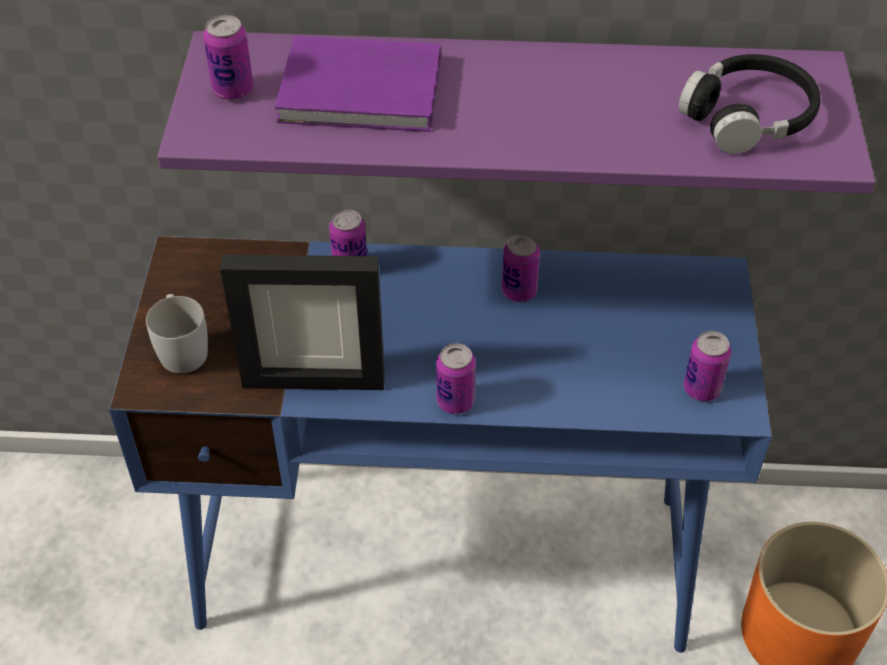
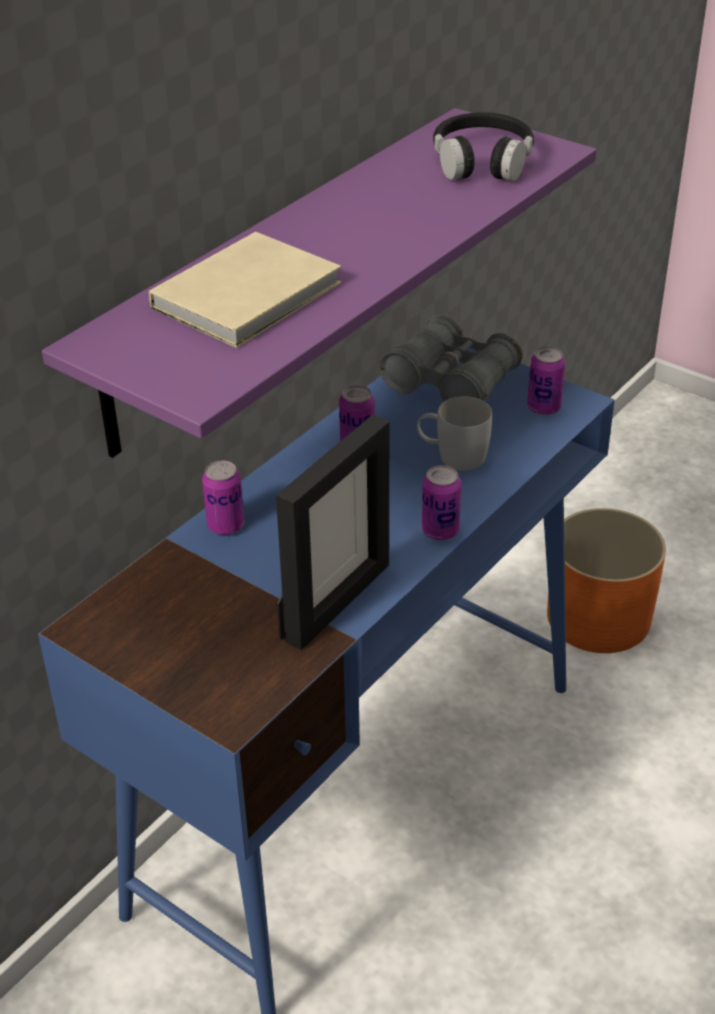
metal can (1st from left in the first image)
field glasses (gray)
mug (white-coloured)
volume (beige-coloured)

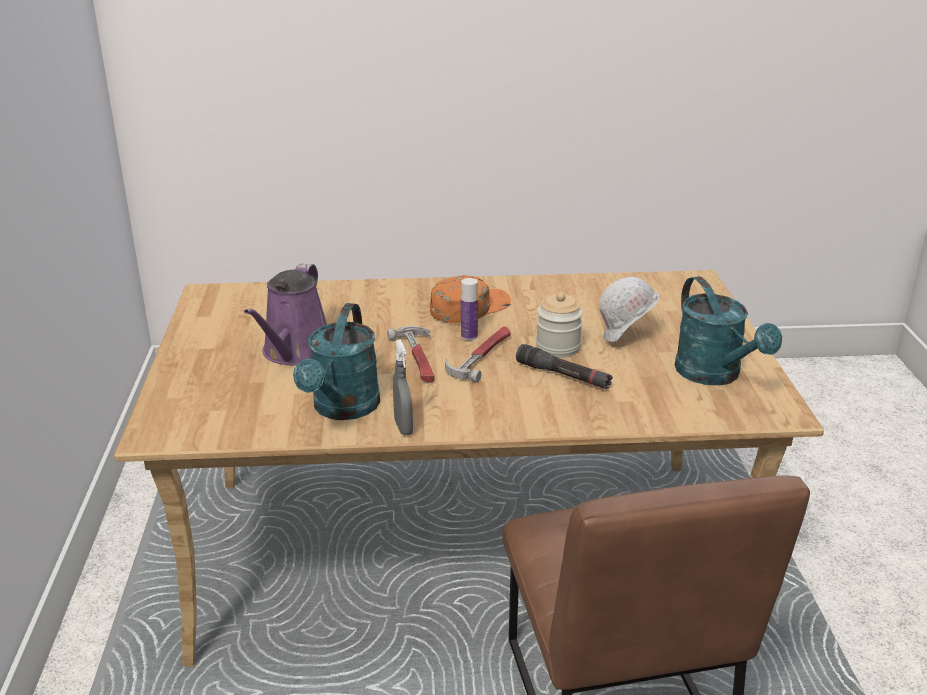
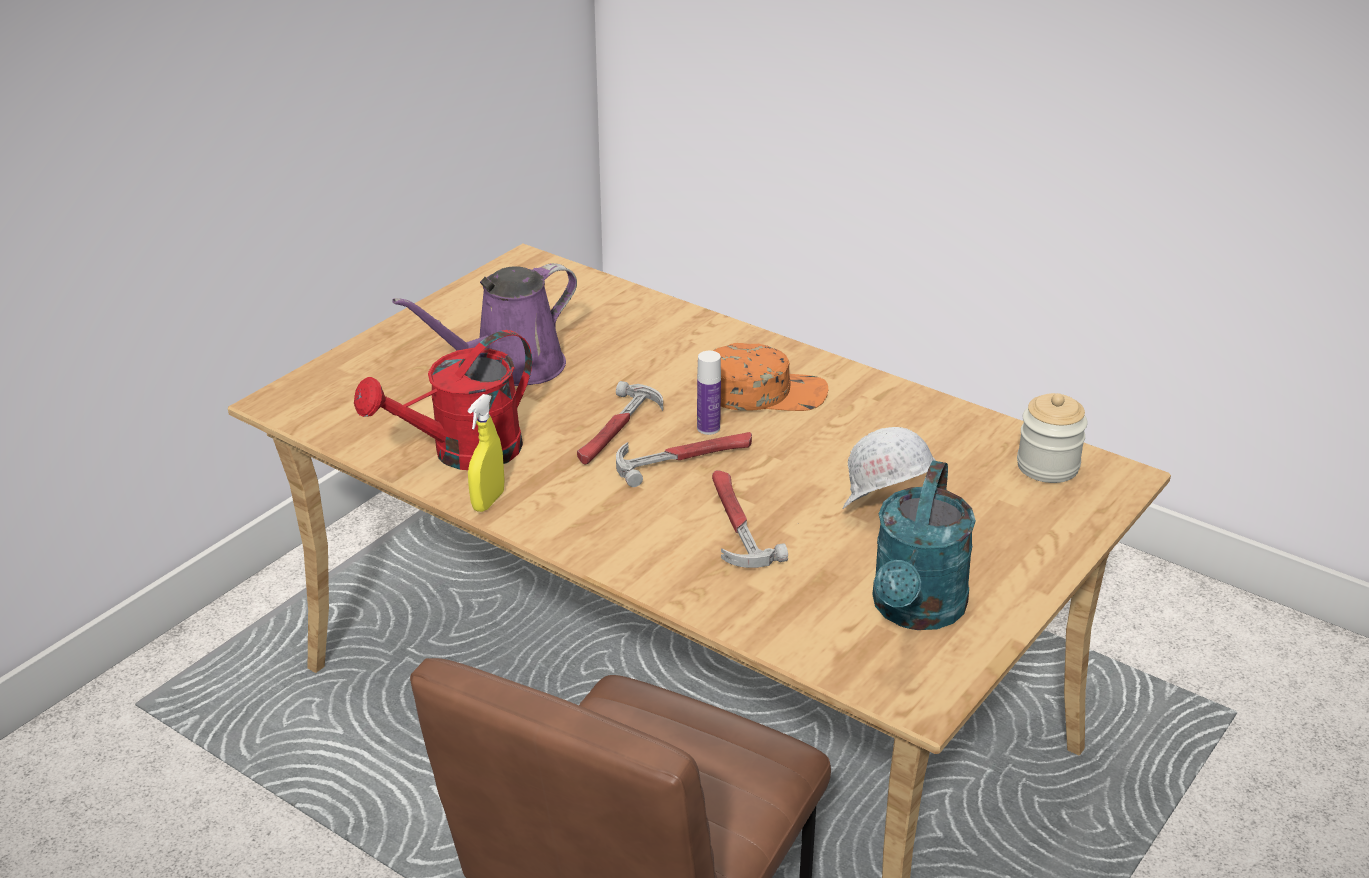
preserve jar
tool hammer (3rd from left)
watering pot (red)
spray bottle (yellow-coloured)

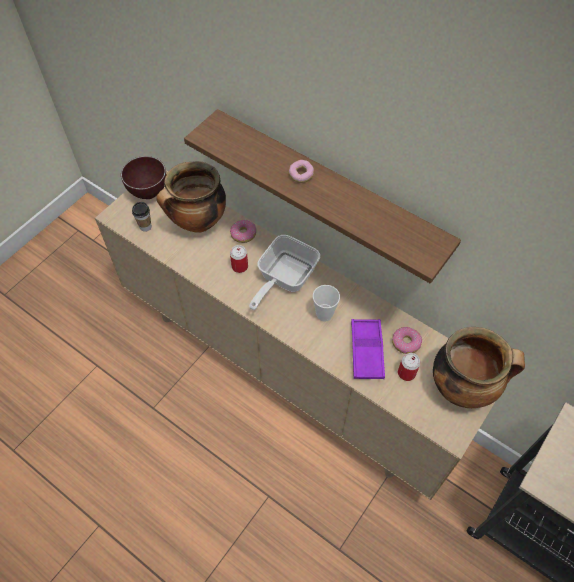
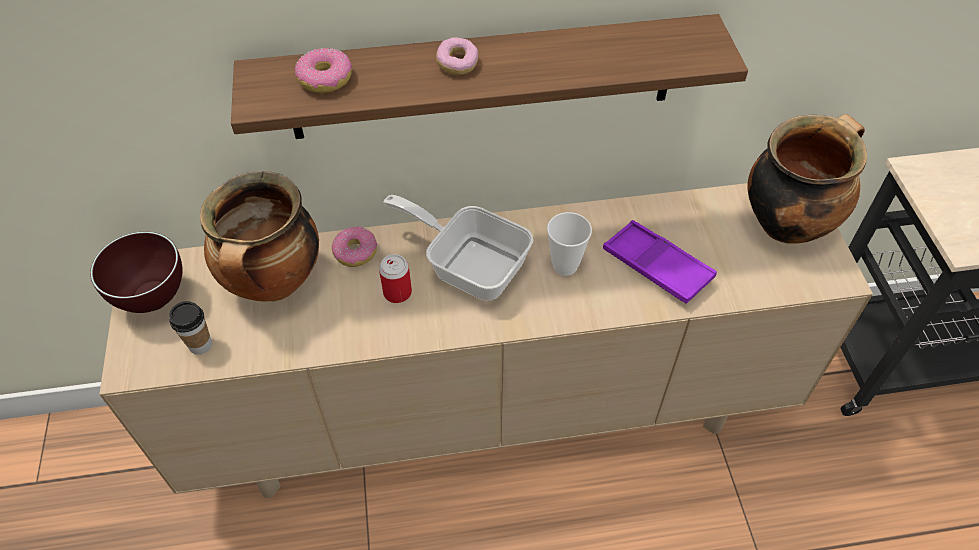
metal can (2nd from left in the first image)
doughnut (1st from left)
skillet

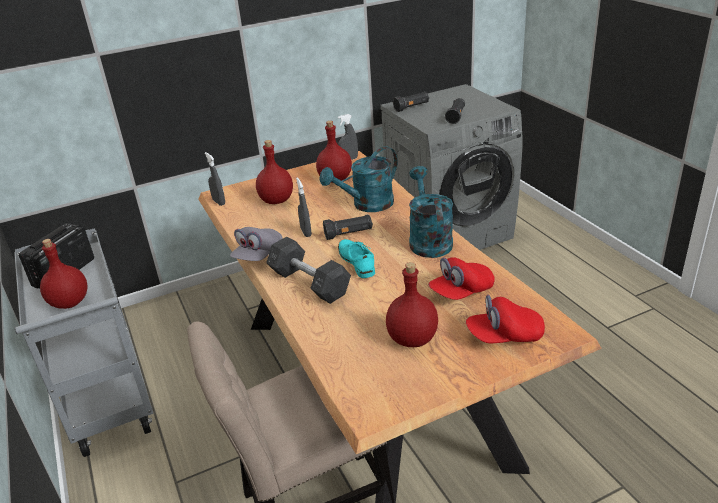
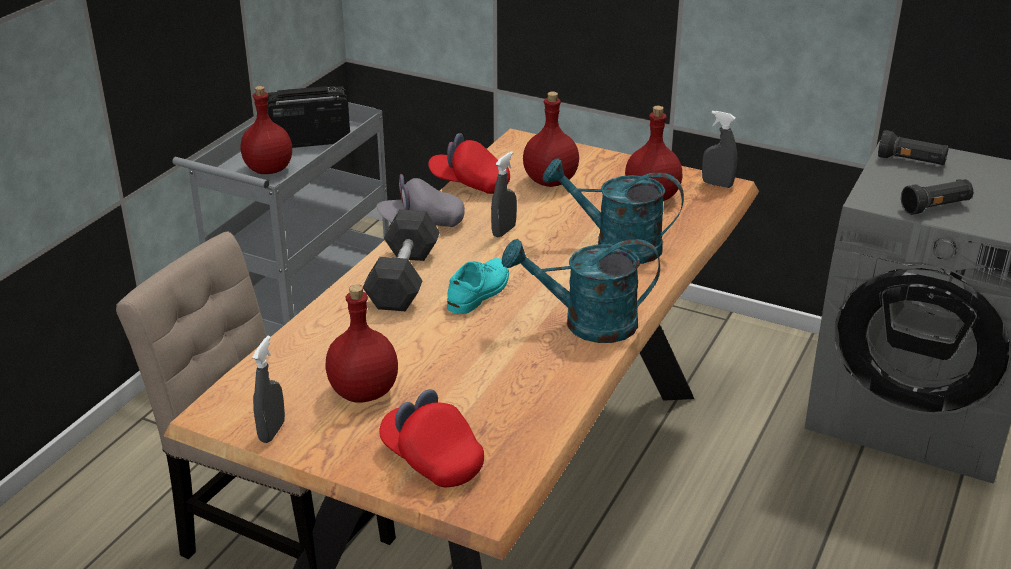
torch (black-coloured) (1st from left in the first image)
spray bottle (gray) (1st from left)
peaked cap (red) (2nd from left)
watering pot (turquoise-coloured) (1st from left)

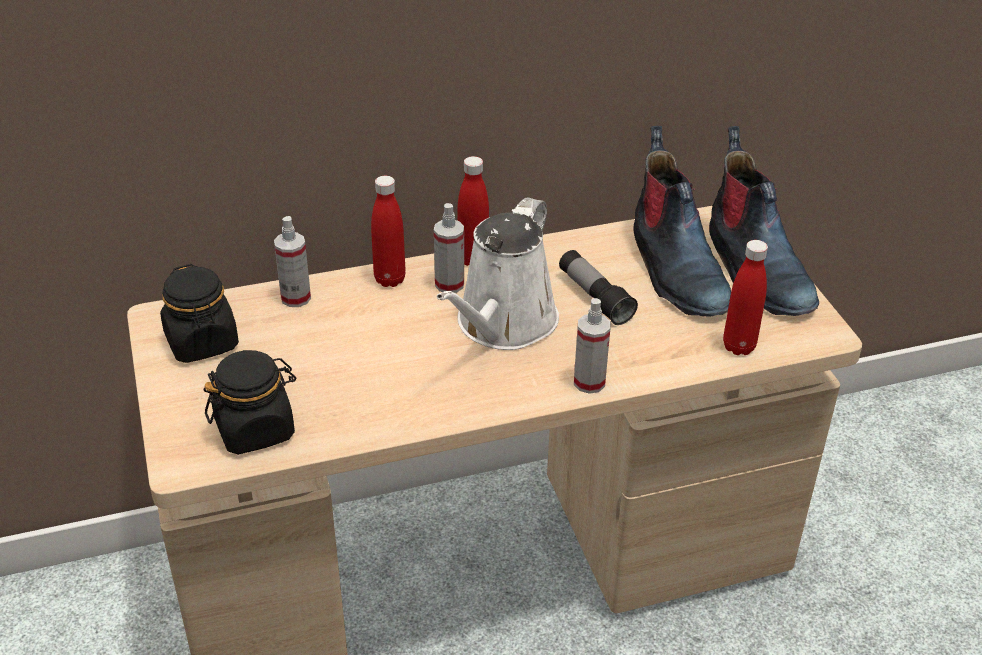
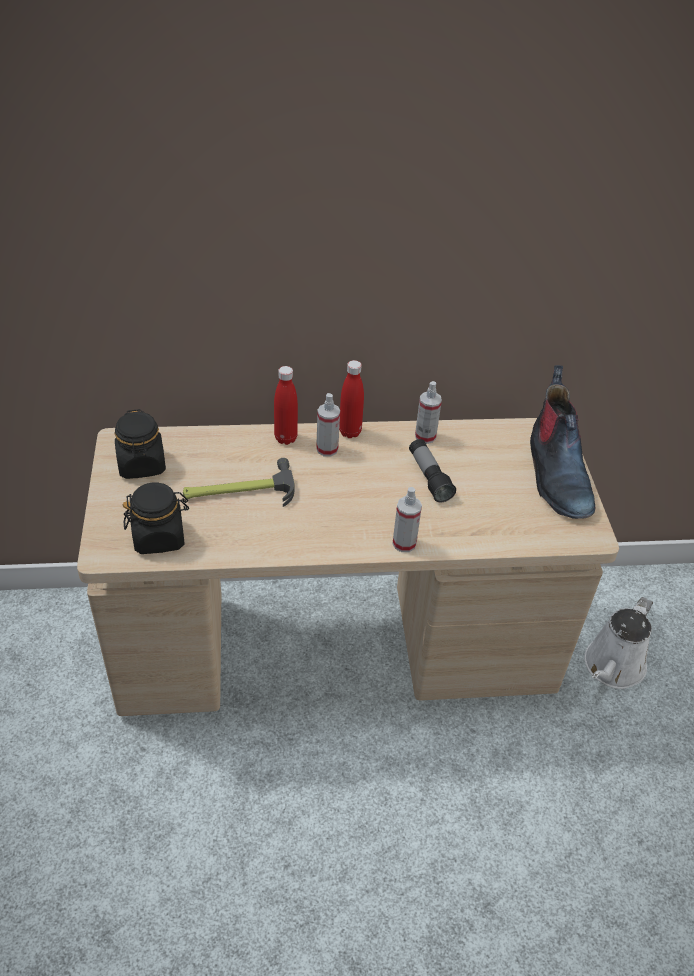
boot (1st from left in the first image)
bottle (red) (3rd from left in the first image)
tool hammer
spray bottle (3rd from left)
watering pot (white-coloured)

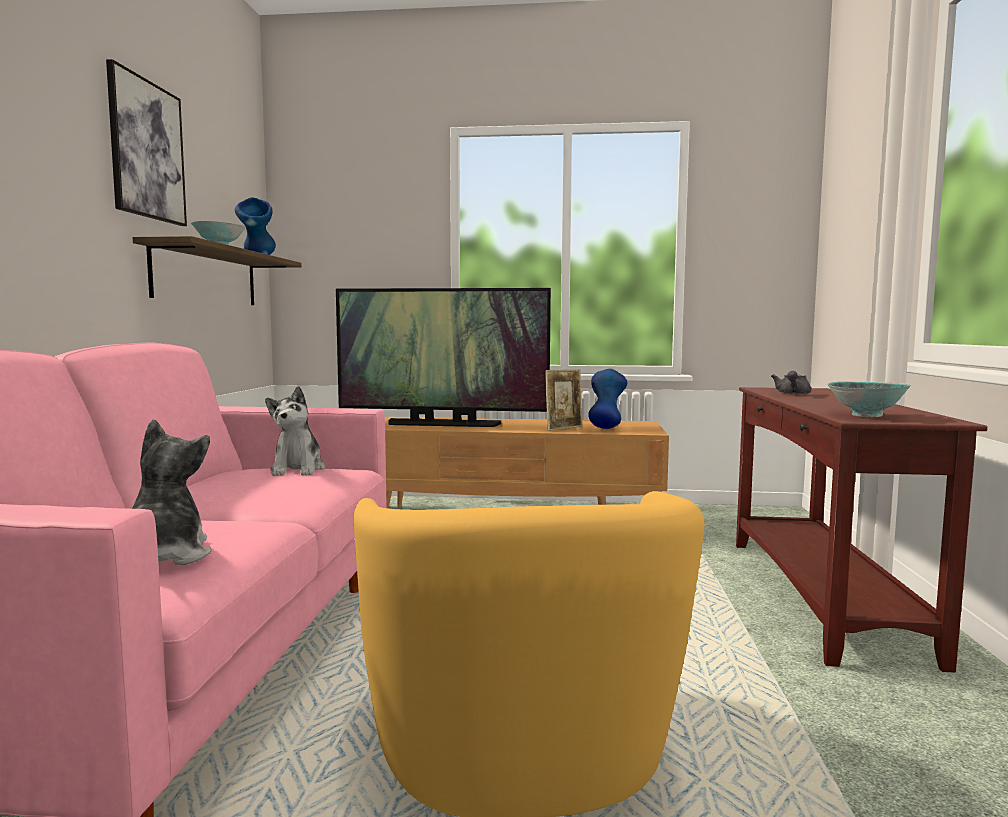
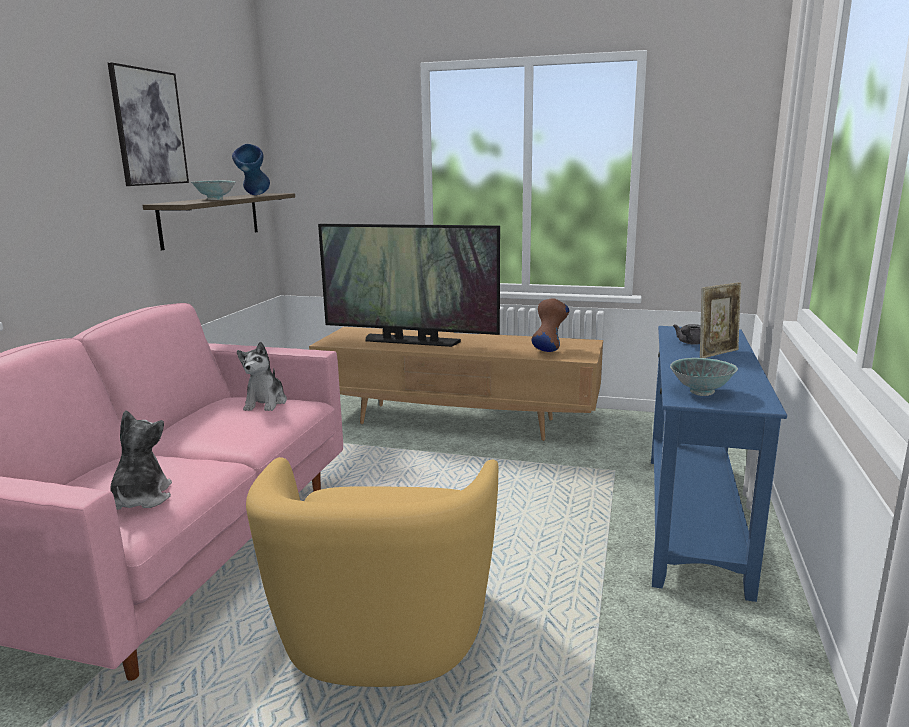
photo frame
vase (brown-coloured)
narrow table (blue-coloured)

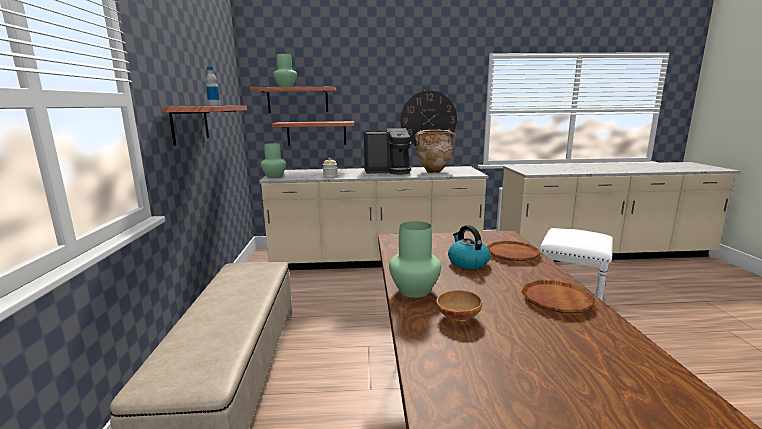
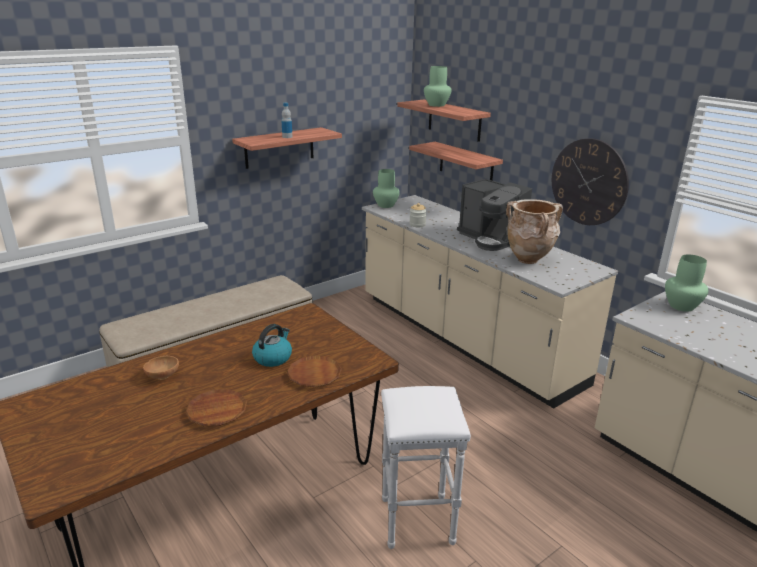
vase (green-coloured) (3rd from left)

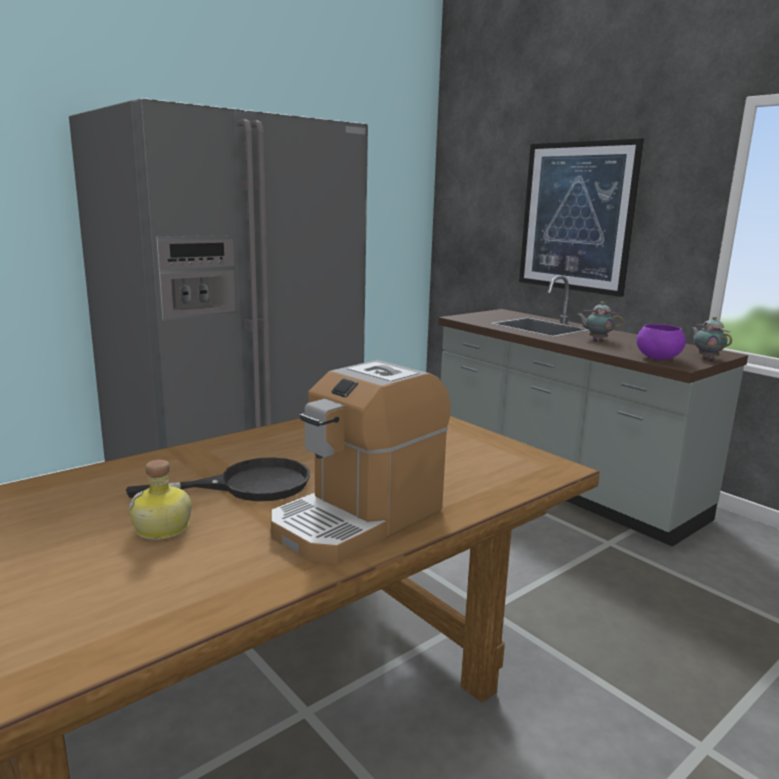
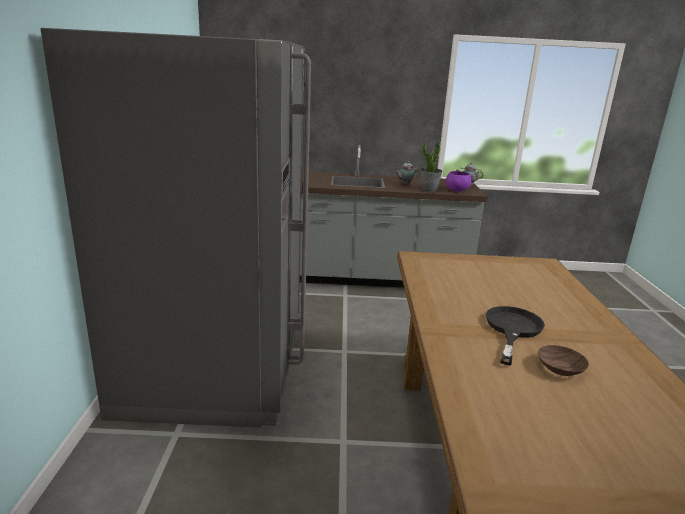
coffee machine
wall art
potted plant
serving bowl (brown-coloured)

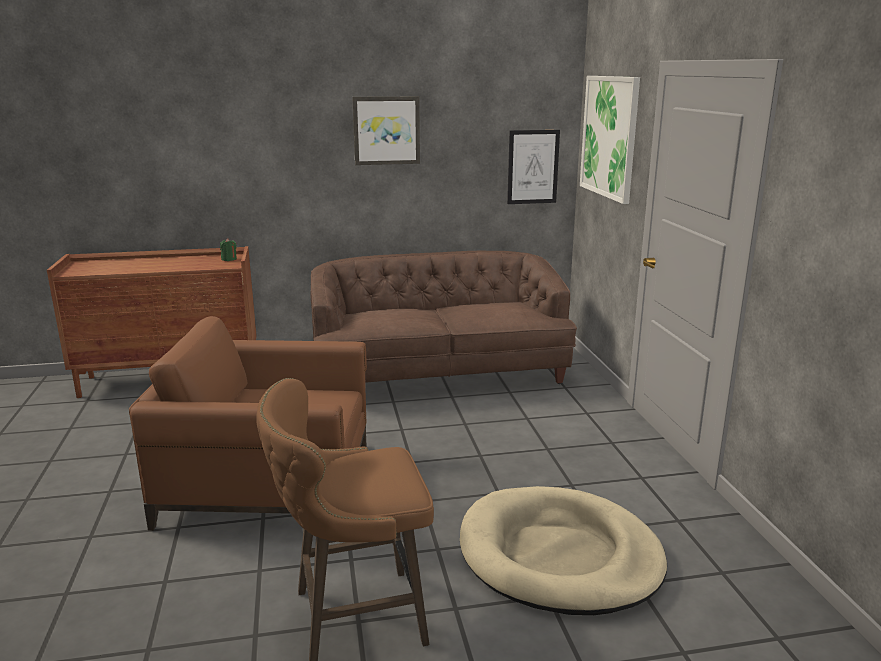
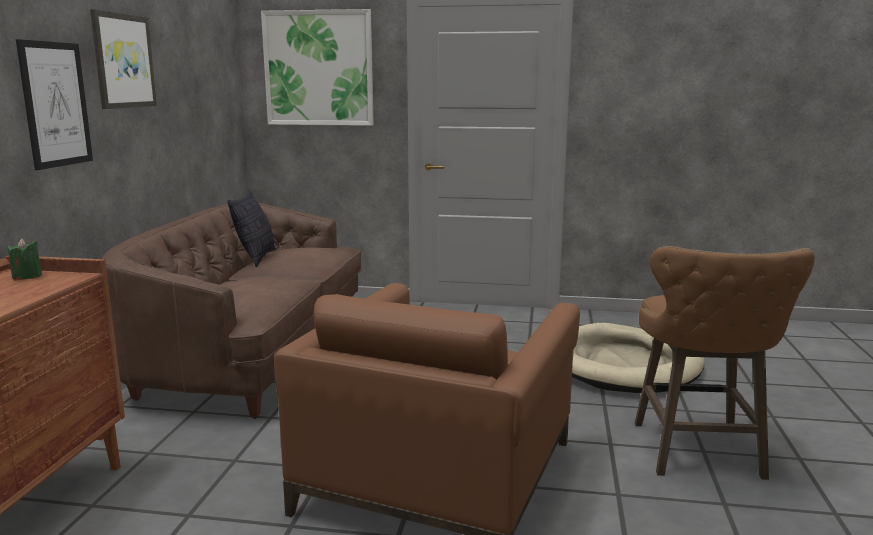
throw pillow
wall art (1st from left)

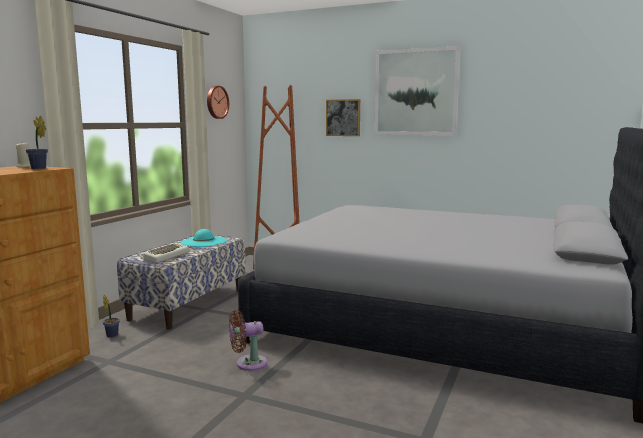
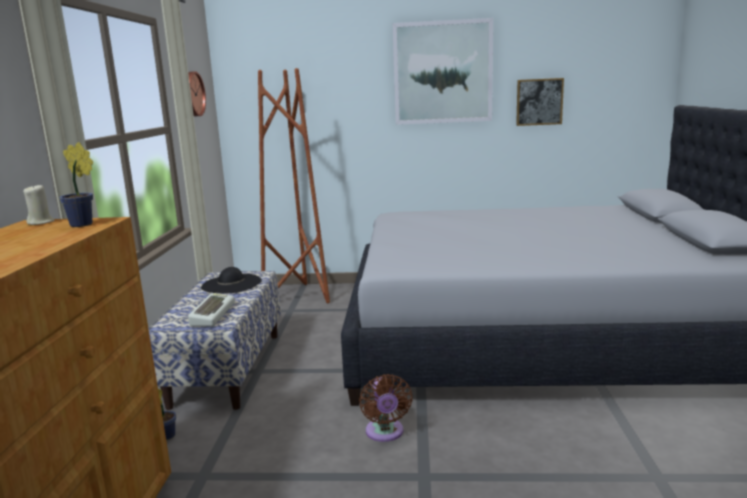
wall art (2nd from left)
wearable hat (black-coloured)
cooling fan (brown-coloured)

